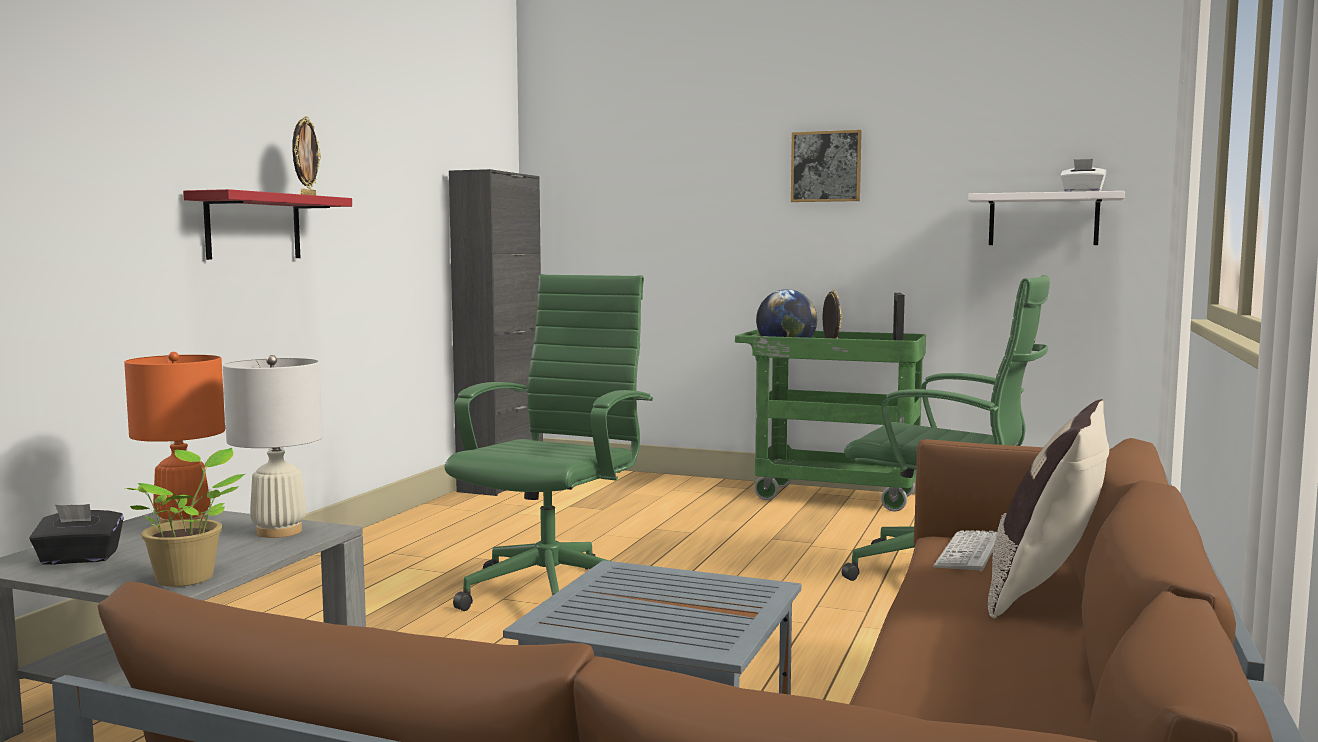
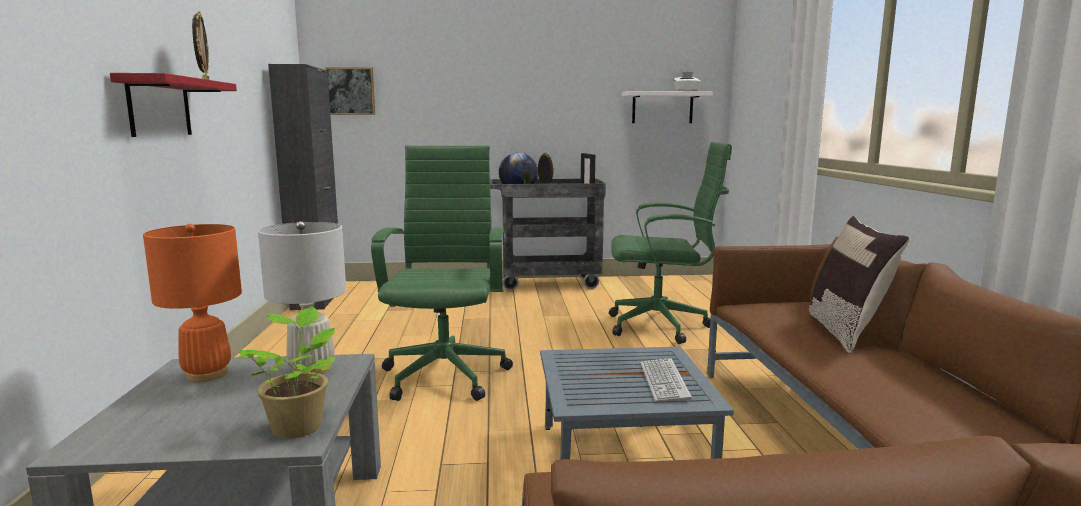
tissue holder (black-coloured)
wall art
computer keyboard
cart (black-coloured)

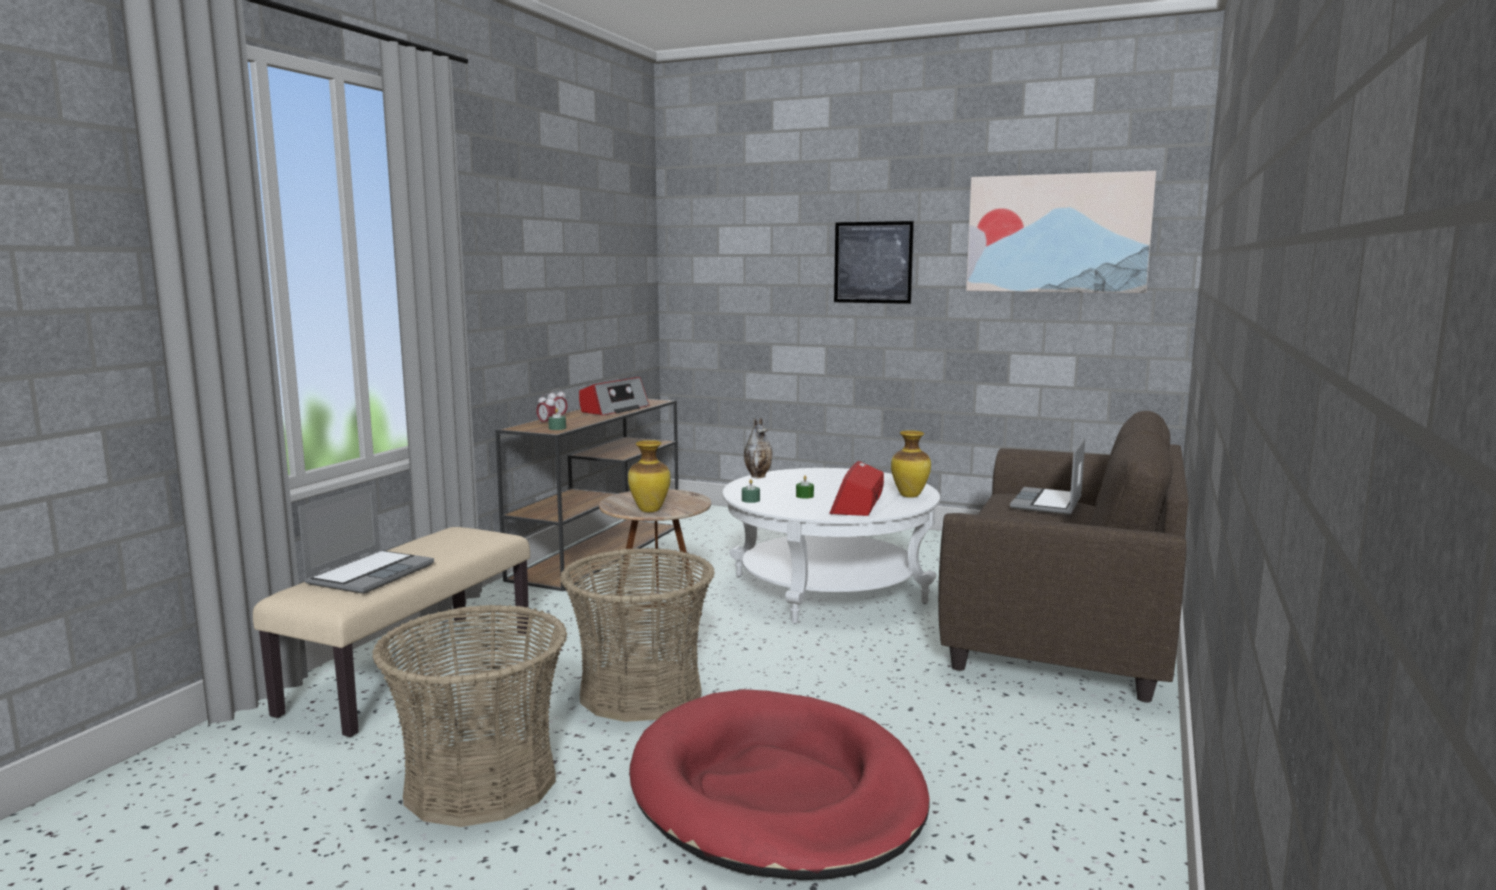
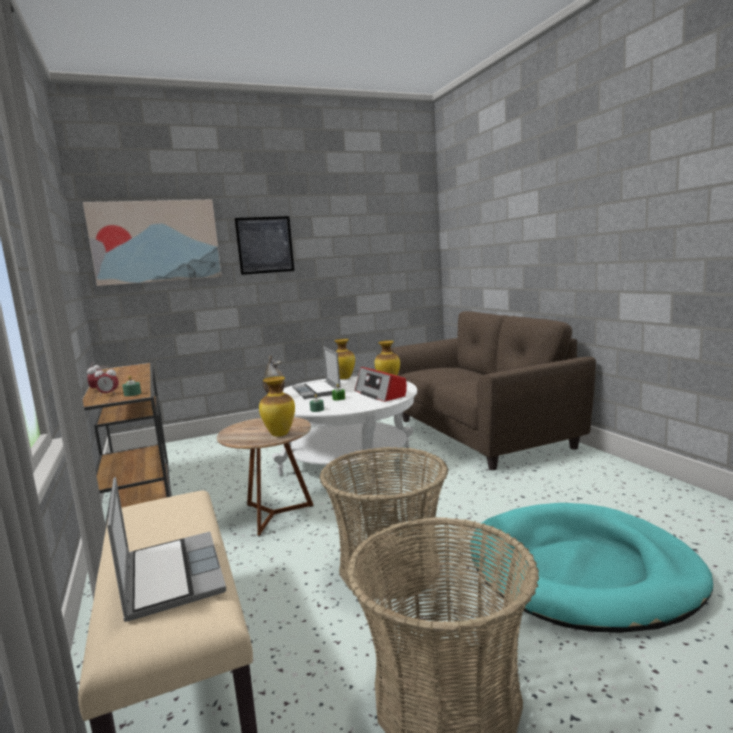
radio (1st from left in the first image)
vase (3rd from left)
wall art (1st from left)
notebook computer (2nd from left)
pet bed (turquoise-coloured)

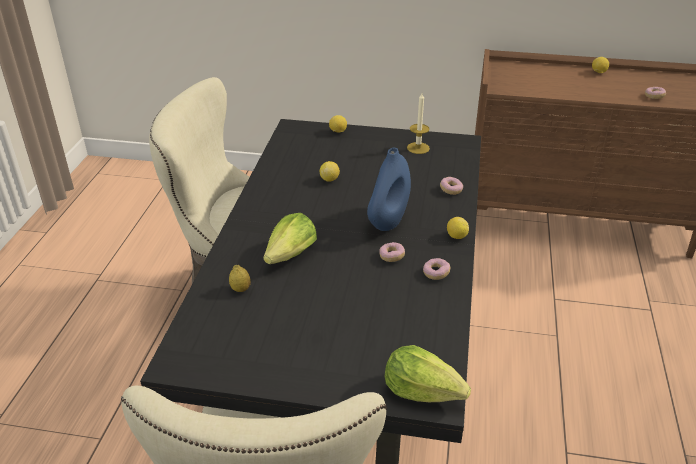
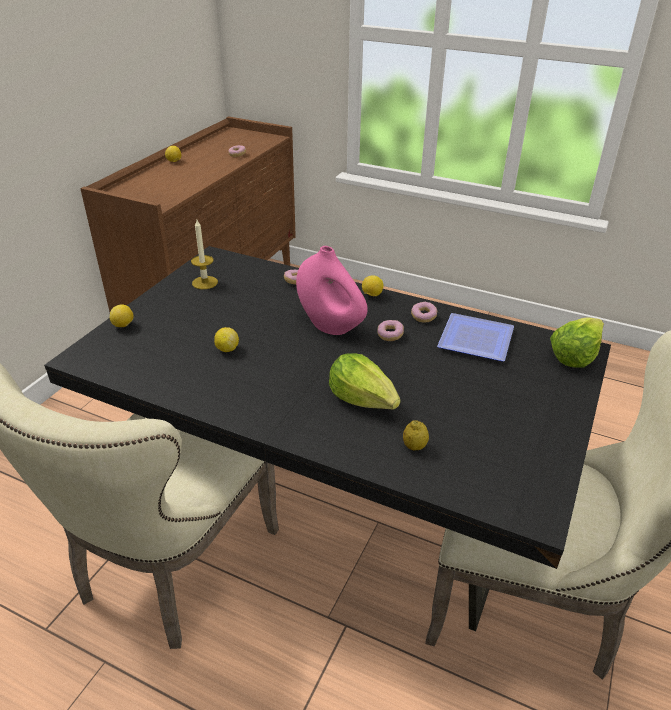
plate
vase (pink)

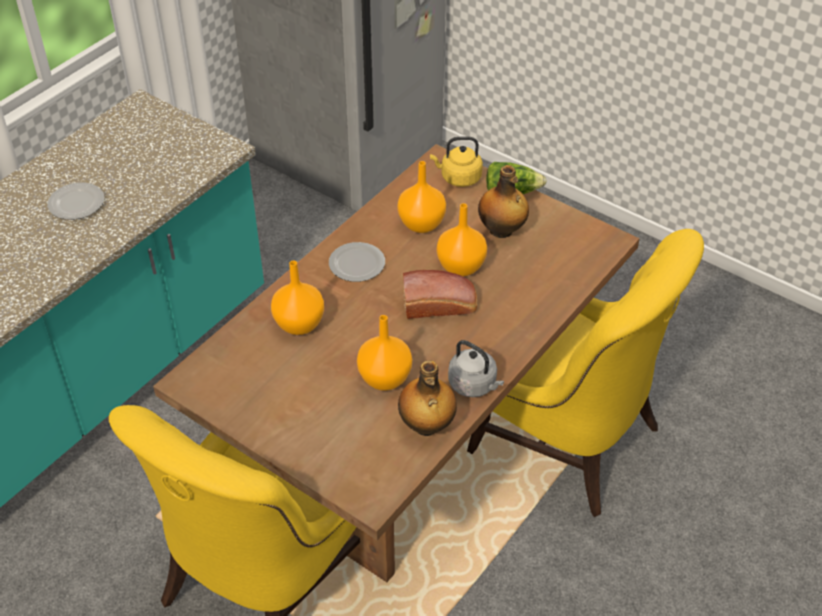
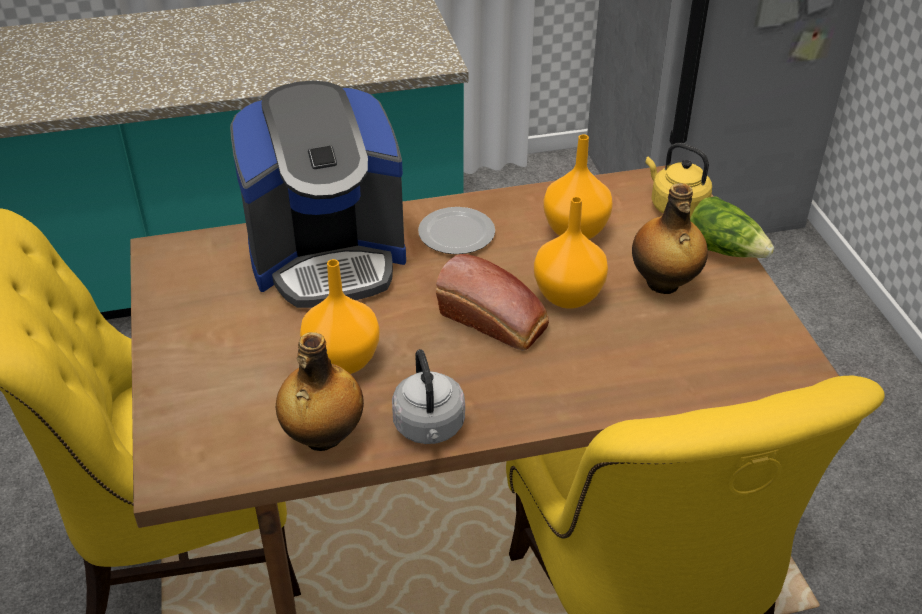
plate (1st from left in the first image)
coffee machine

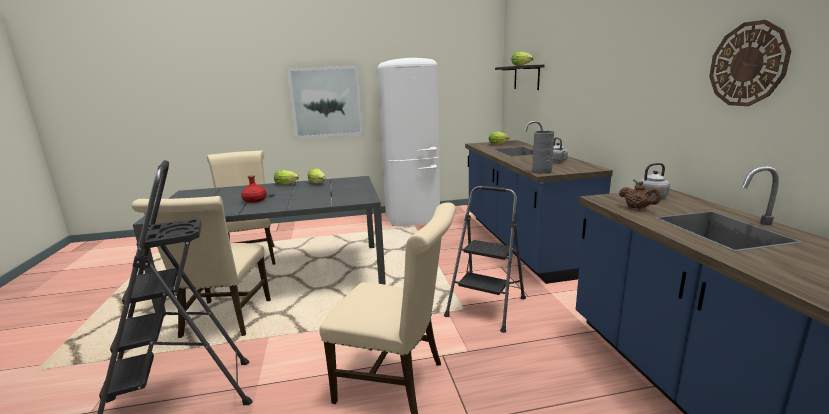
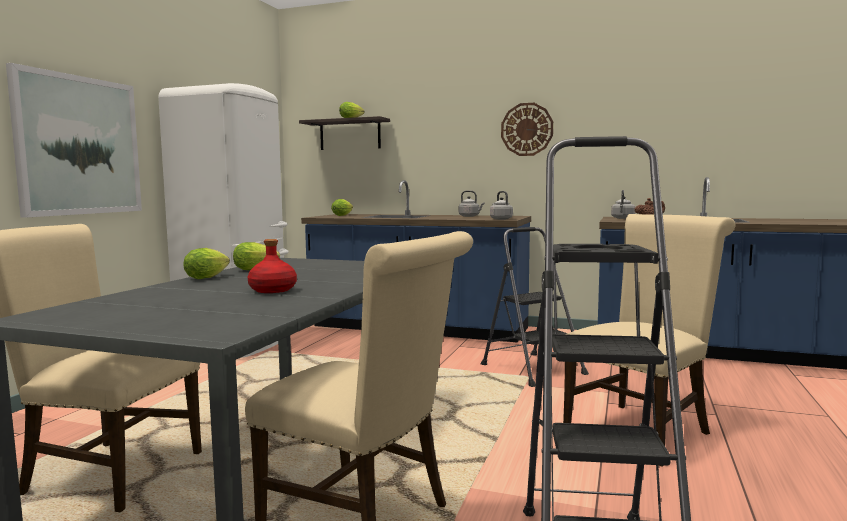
hanging clock
tea kettle (gray) (2nd from left)

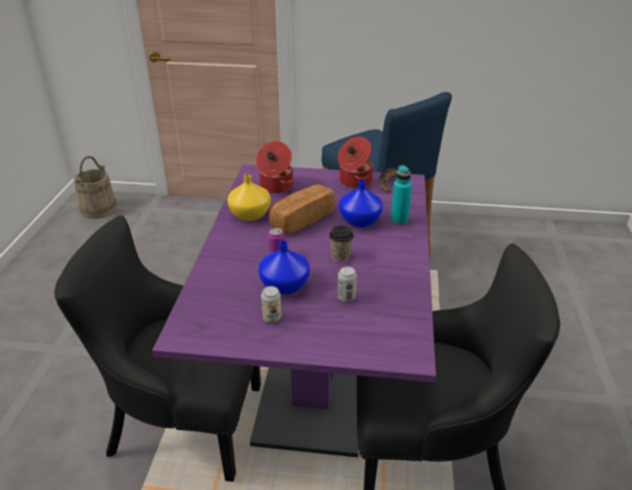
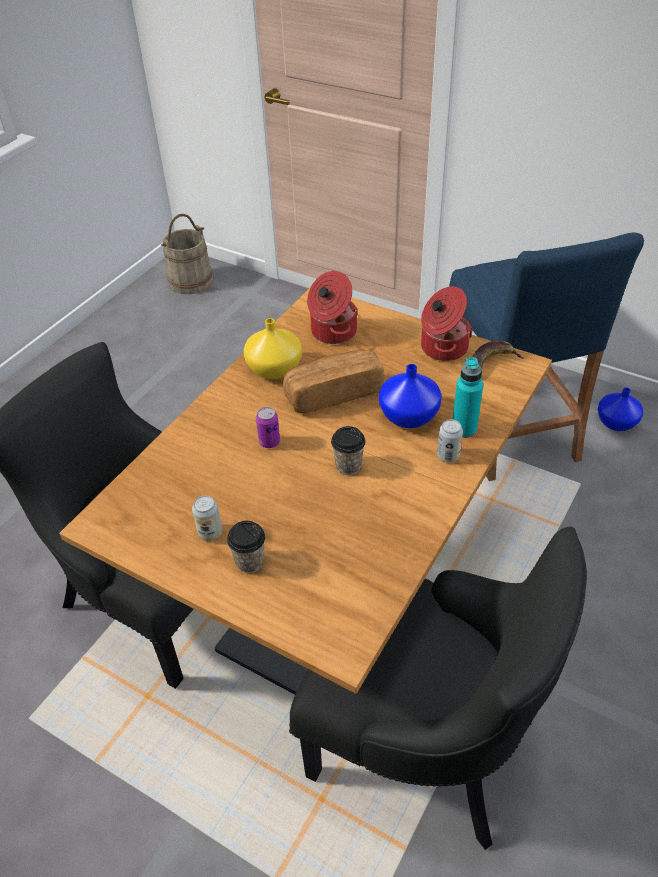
small cup (1st from left)
vase (blue-coloured) (2nd from left)
metal can (3rd from left)
dining table (brown-coloured)

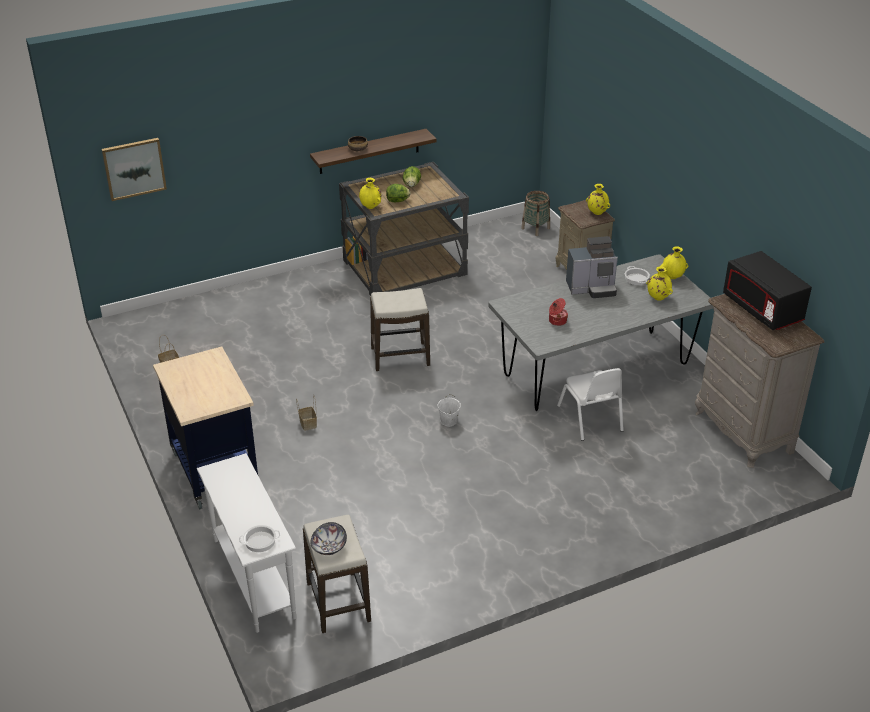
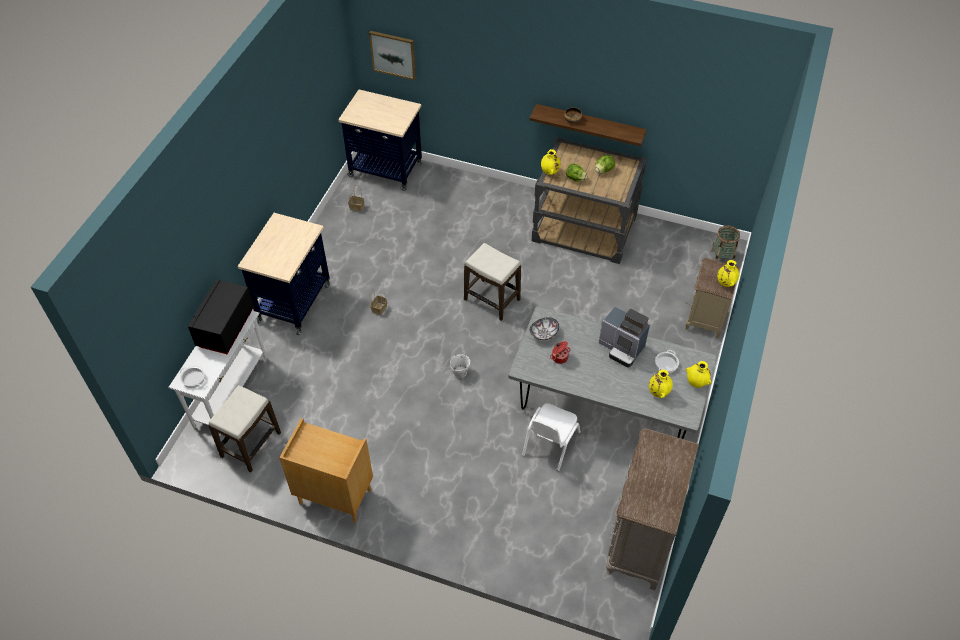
storage cabinet (brown-coloured)
cart (blue-coloured) (2nd from left)
serving bowl (1st from left)
microwave (black-coloured)

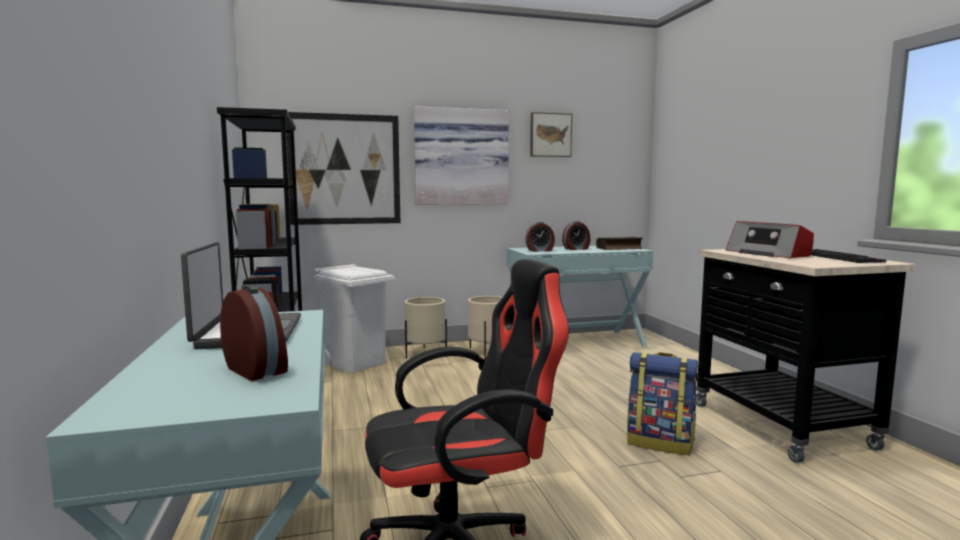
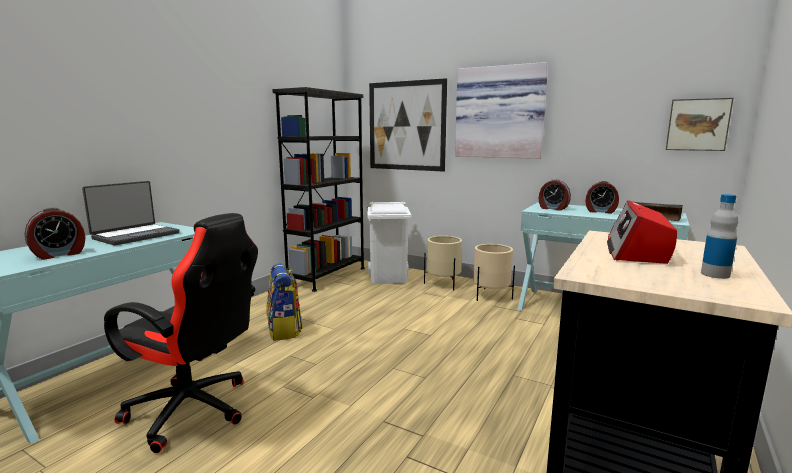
wall art (3rd from left)
rucksack
bottle
bedside clock (1st from left)

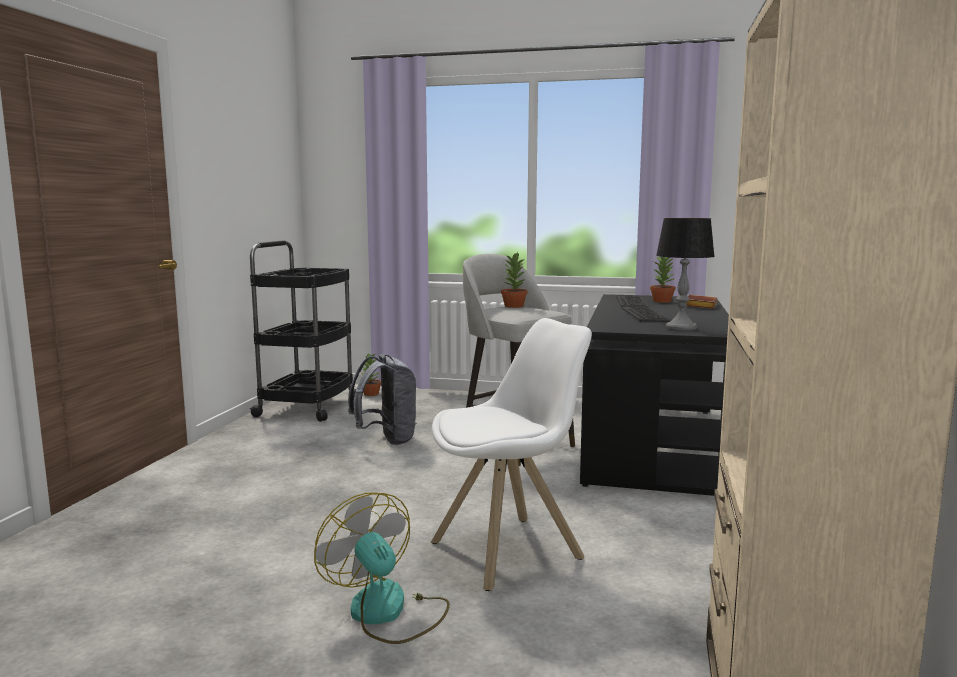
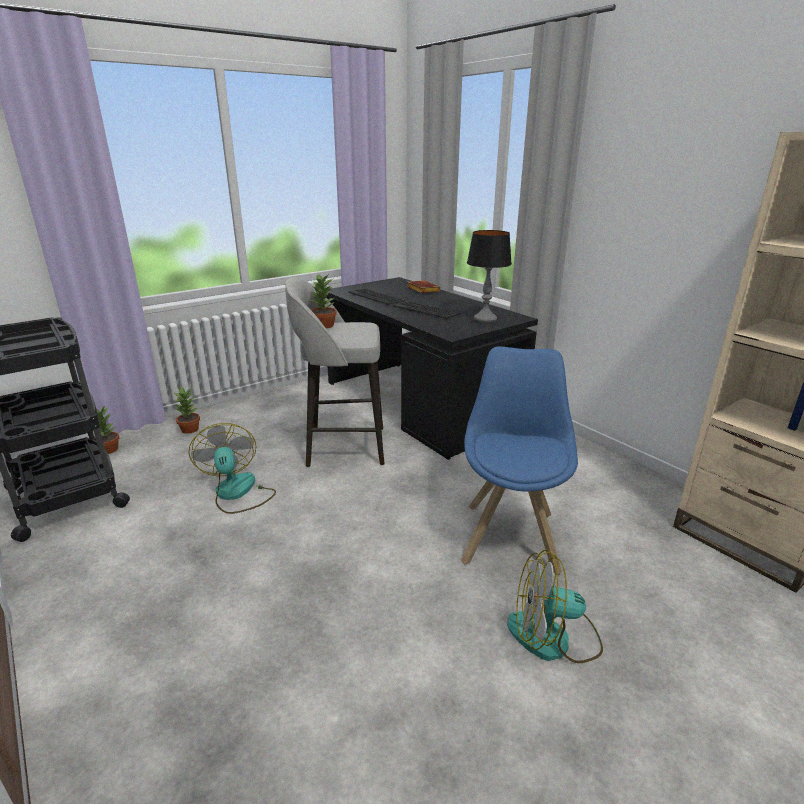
potted plant (2nd from left)
cooling fan (1st from left)
upright chair (blue-coloured)

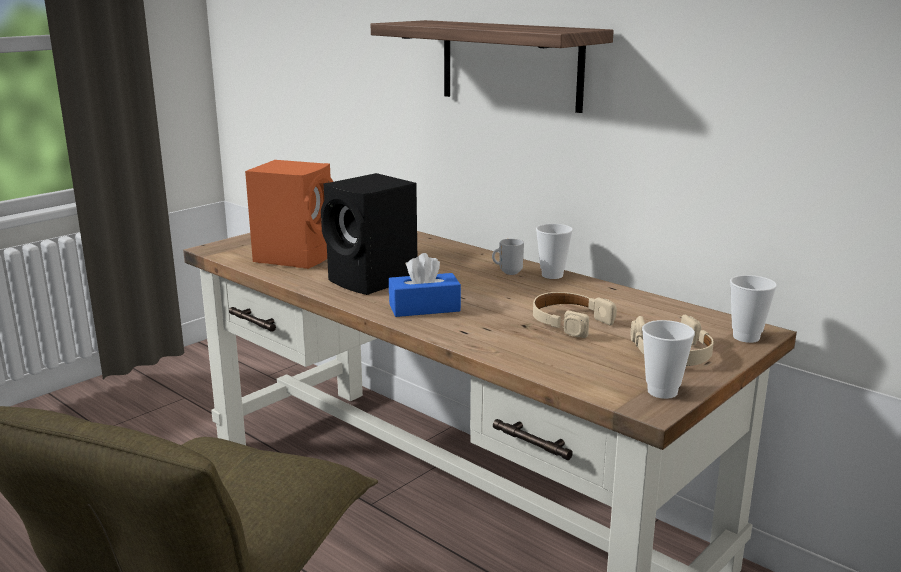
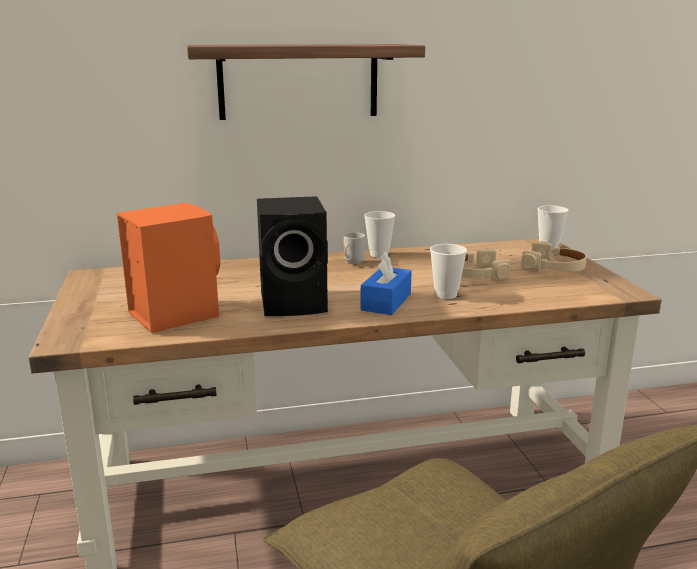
small cup (2nd from left)

